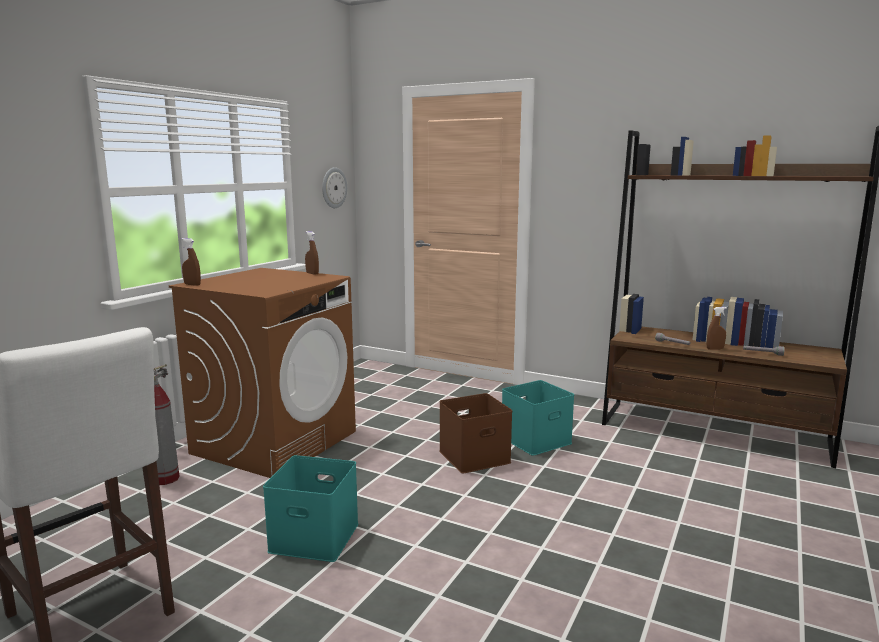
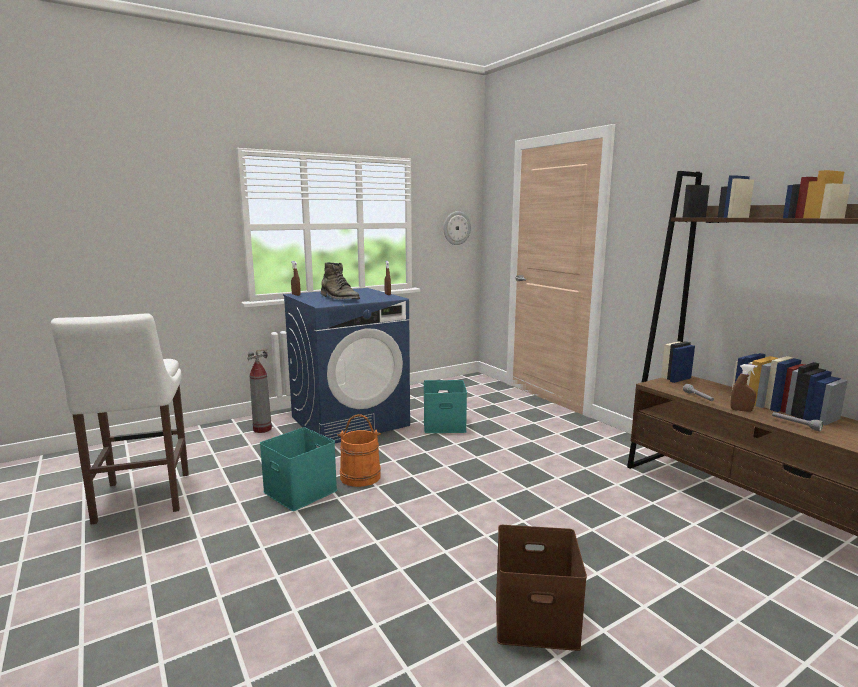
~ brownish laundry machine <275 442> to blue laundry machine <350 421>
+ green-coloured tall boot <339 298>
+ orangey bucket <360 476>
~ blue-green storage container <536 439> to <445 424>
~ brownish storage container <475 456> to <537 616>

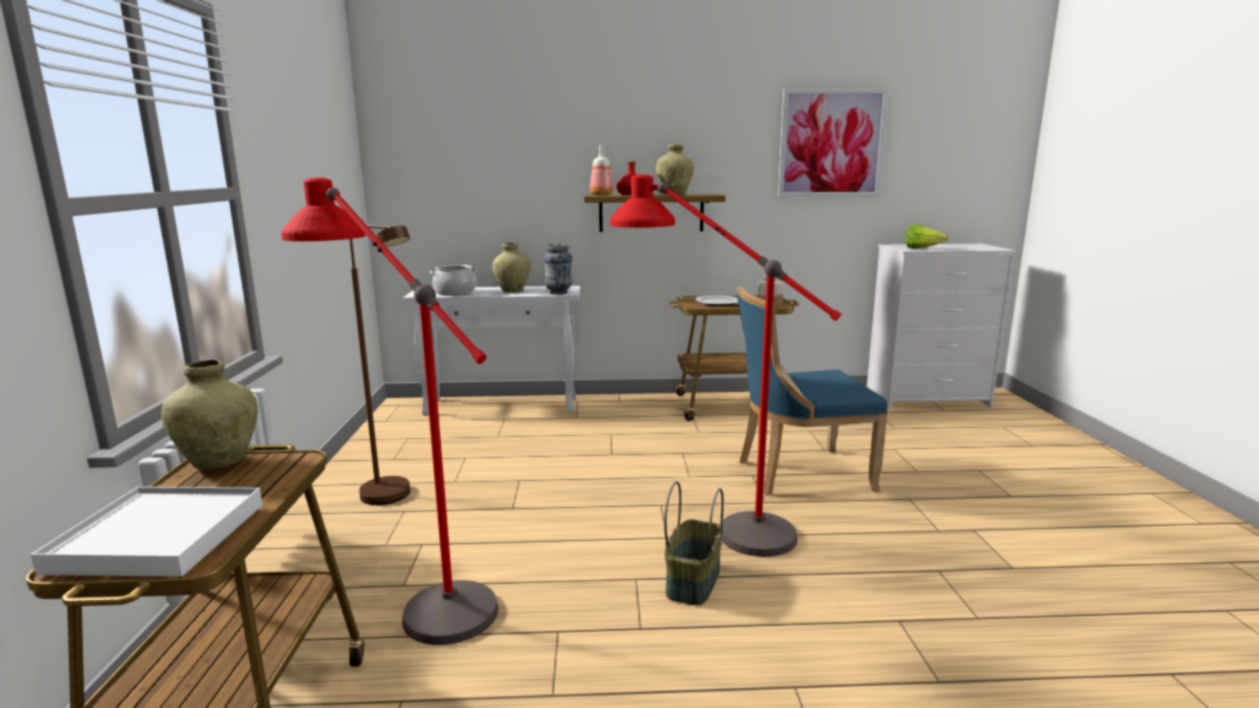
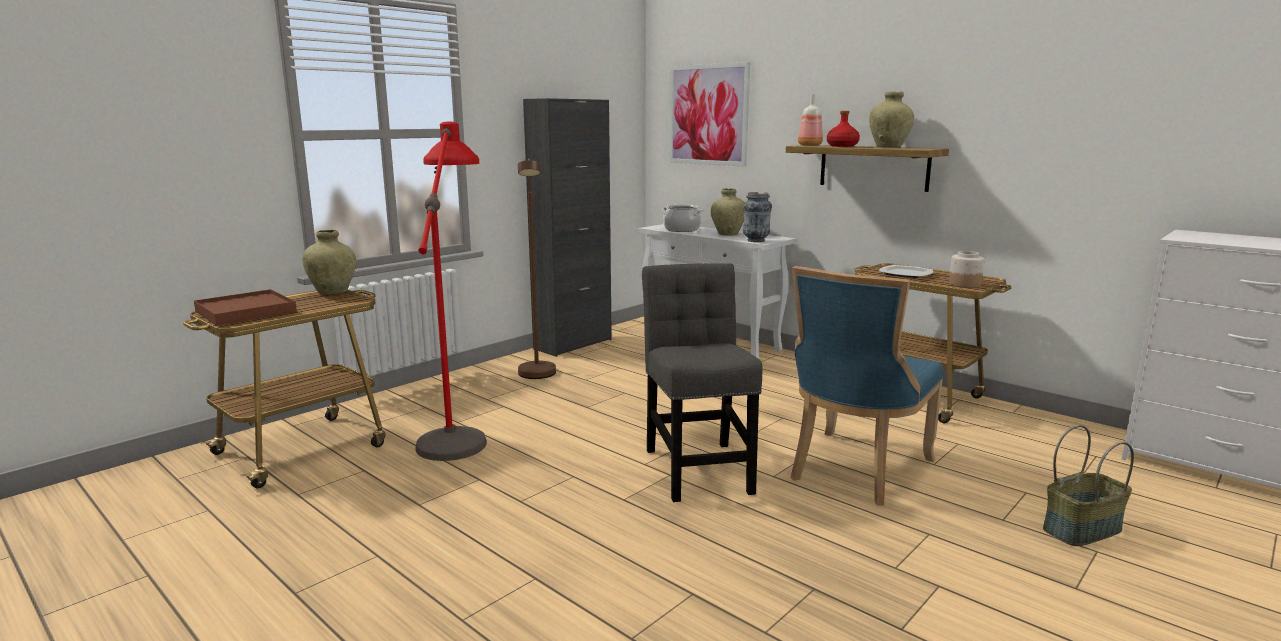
~ whitish serving tray <158 537> to brownish serving tray <245 312>
+ black cupboard <573 344>
~ red-coloured standard lamp <708 520> to greyish plain chair <697 467>
~ wall art <831 143> to <708 115>
~ blue plain chair <798 474> = <855 470> 90 degrees counterclockwise
~ storage basket <692 581> to <1081 529>
- lettuce <921 249>

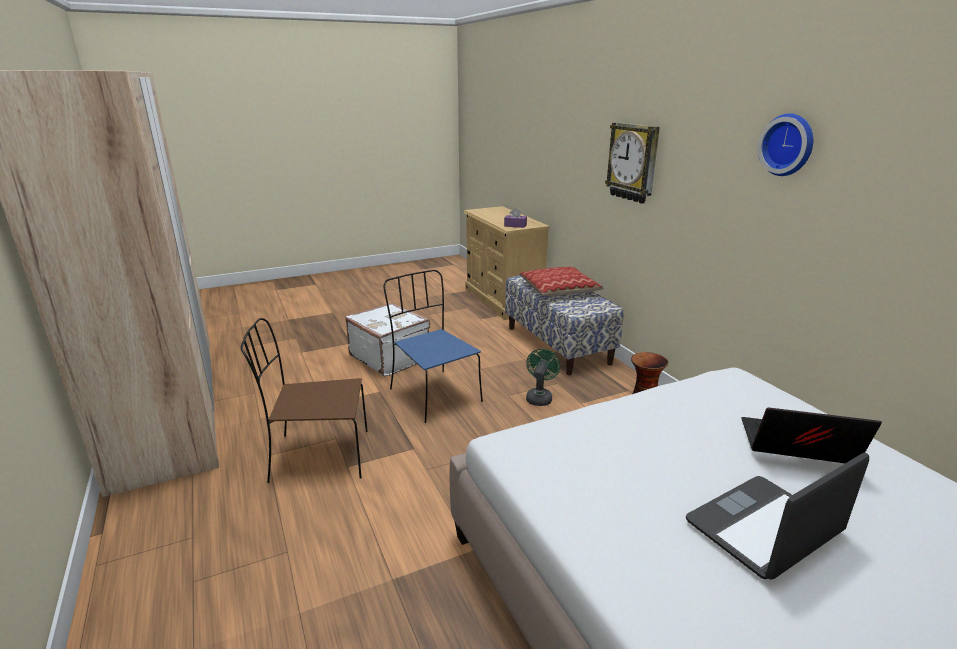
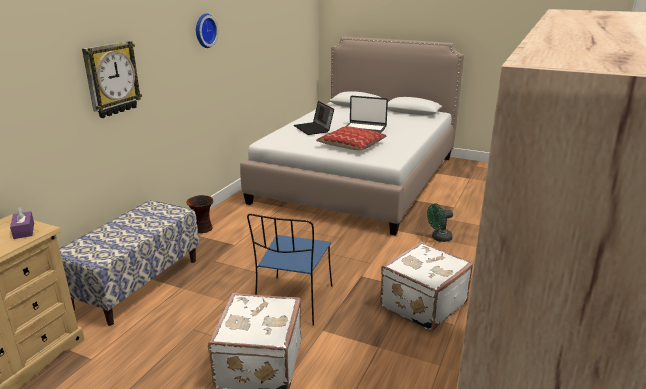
~ throw pillow <559 290> to <351 145>
~ brownish plain chair <317 456> to whitish travel case <422 304>
~ green-coloured cooling fan <539 397> to <439 238>

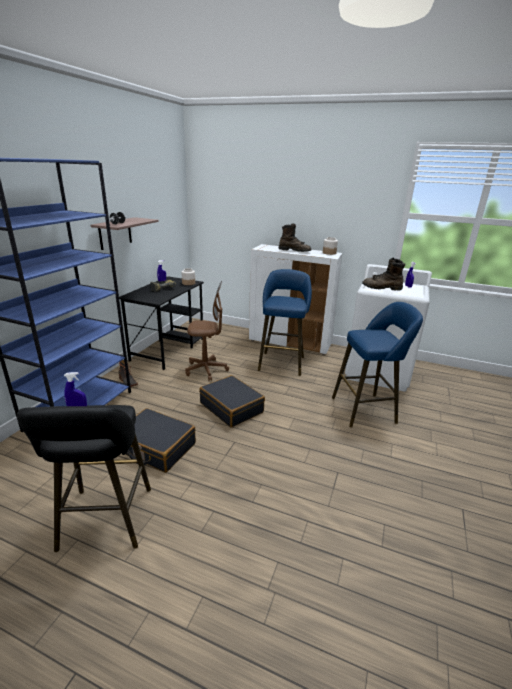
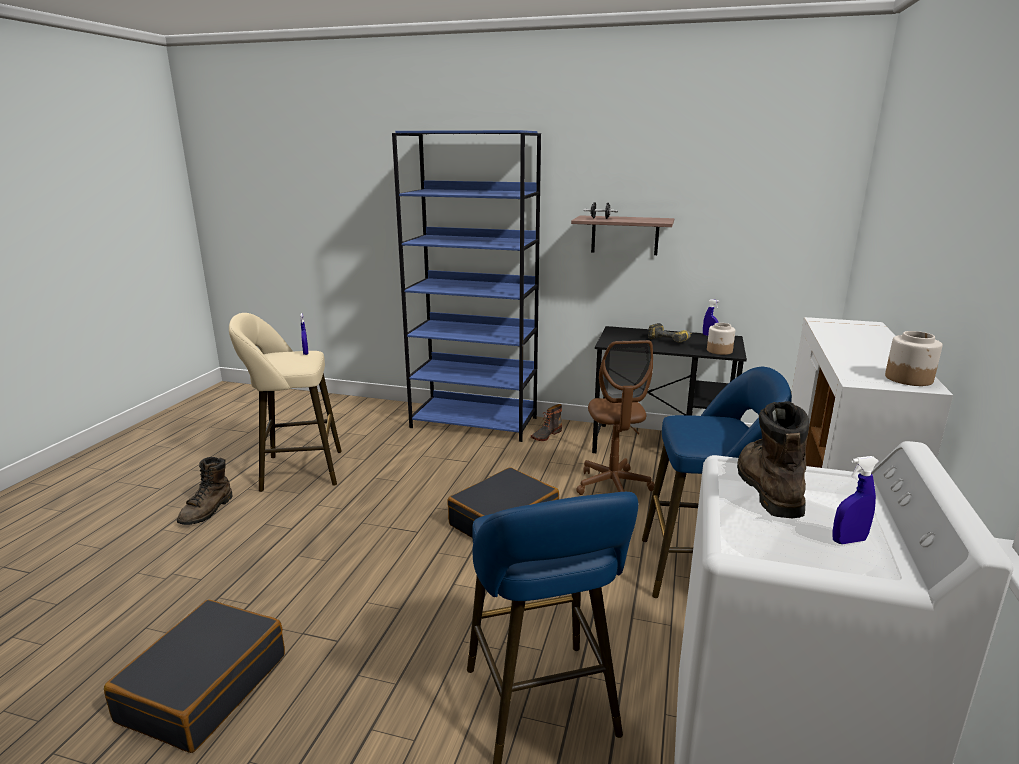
~ black travel case <156 447> to <204 687>
~ brownish tall boot <294 251> to <207 511>
~ black stool <105 522> to sand-coloured stool <296 471>

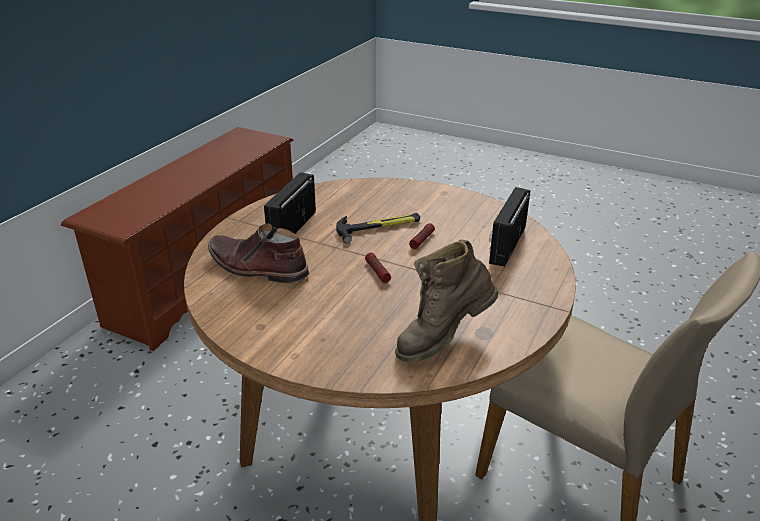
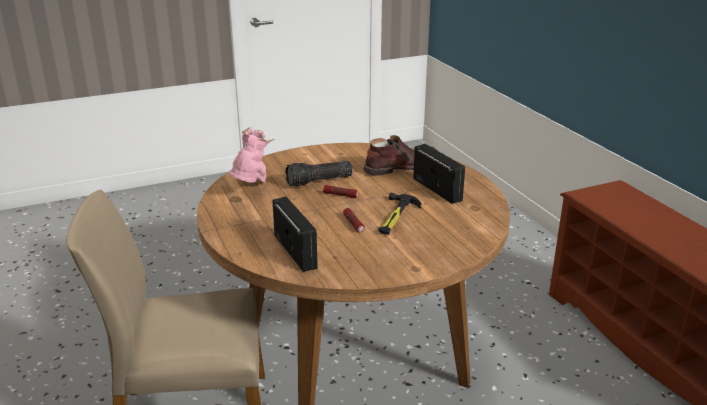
~ brownish tall boot <442 339> to pink-coloured tall boot <251 187>
+ torch <319 181>

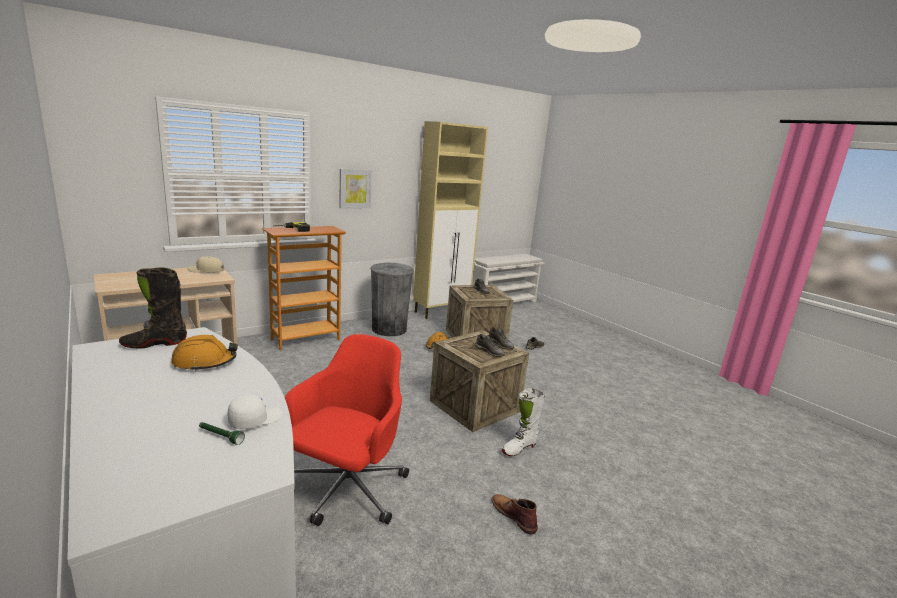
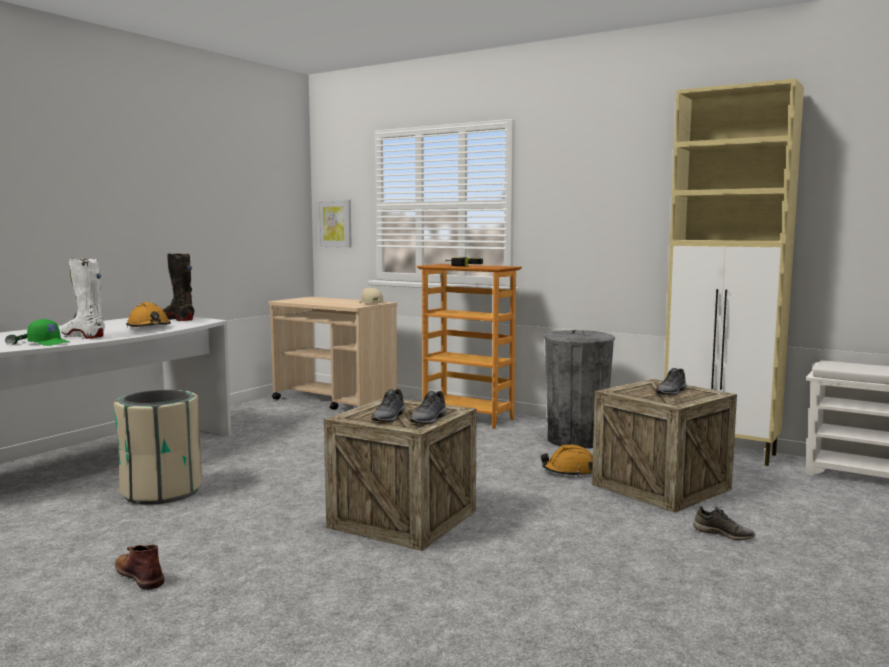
~ whitish baseball cap <255 419> to green-coloured baseball cap <49 343>
~ whitish tall boot <519 448> to <83 336>
~ red-coloured computer chair <346 490> to sand-coloured trash can <162 492>
~ brownish tall boot <513 515> = <139 575> 75 degrees counterclockwise
~ wall art <355 188> to <335 223>

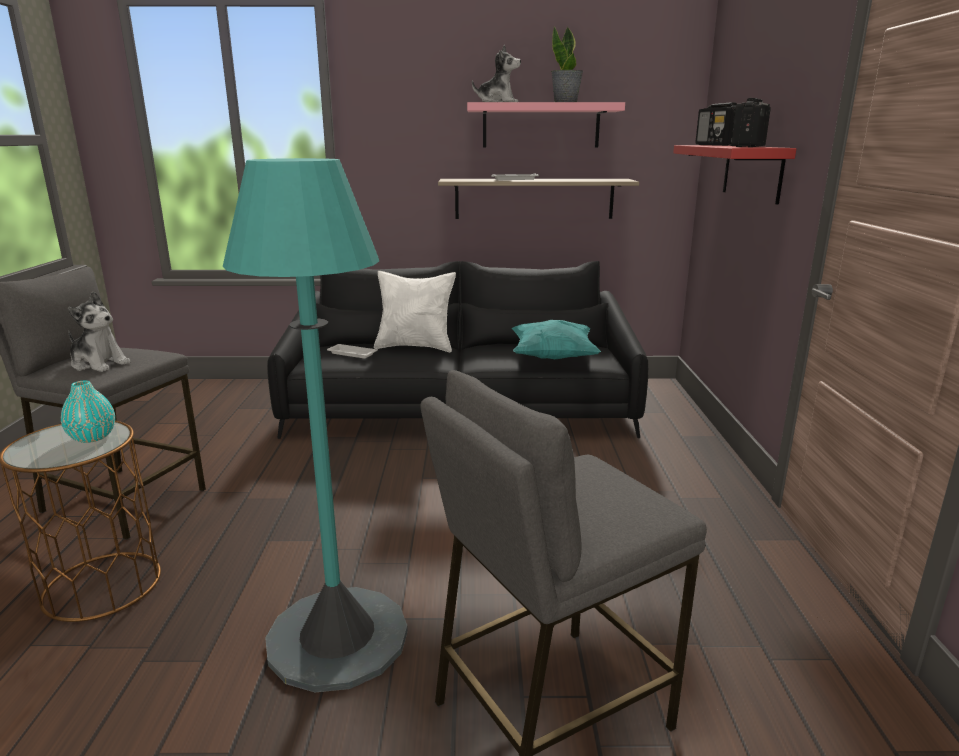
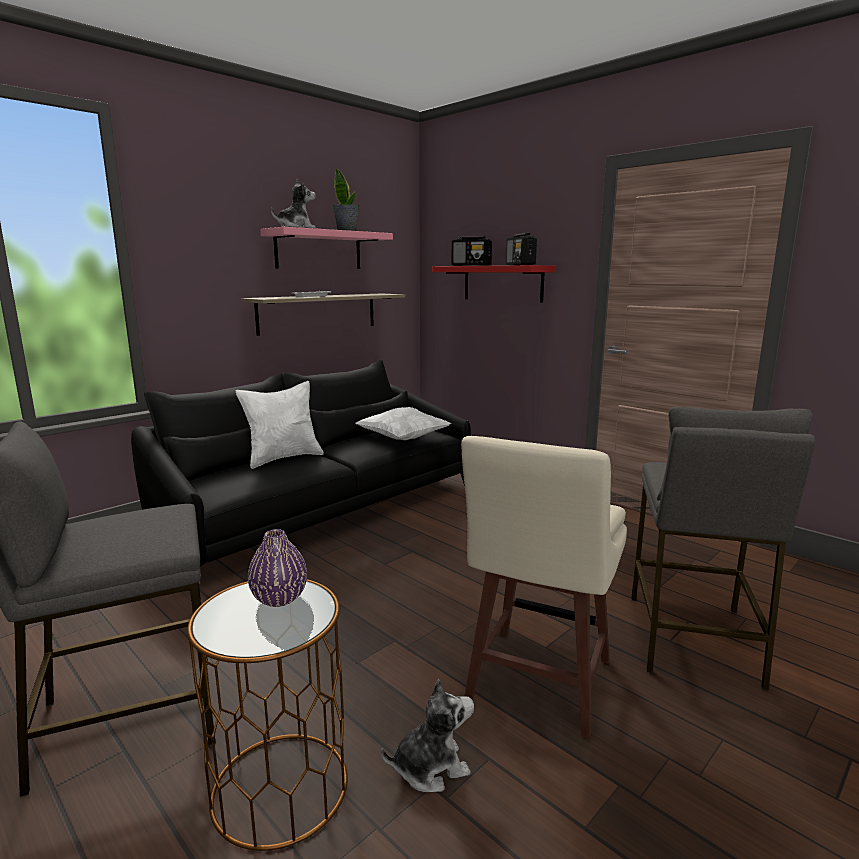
~ blue-green decorative vase <92 437> to purplish decorative vase <279 598>
~ blue-green throw pillow <553 357> to whitish throw pillow <403 439>
~ cuddly toy <99 364> to <430 767>
~ blue-green standard lamp <337 637> to sand-coloured stool <537 681>
- whitish serving tray <351 354>

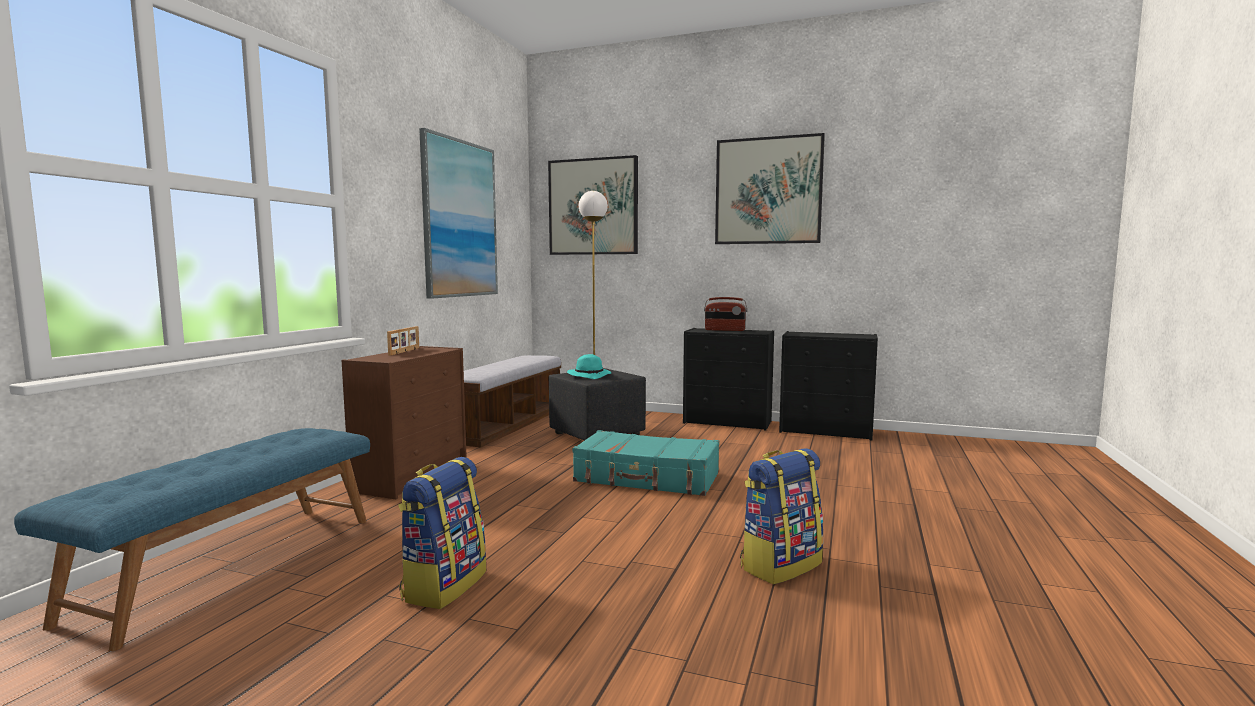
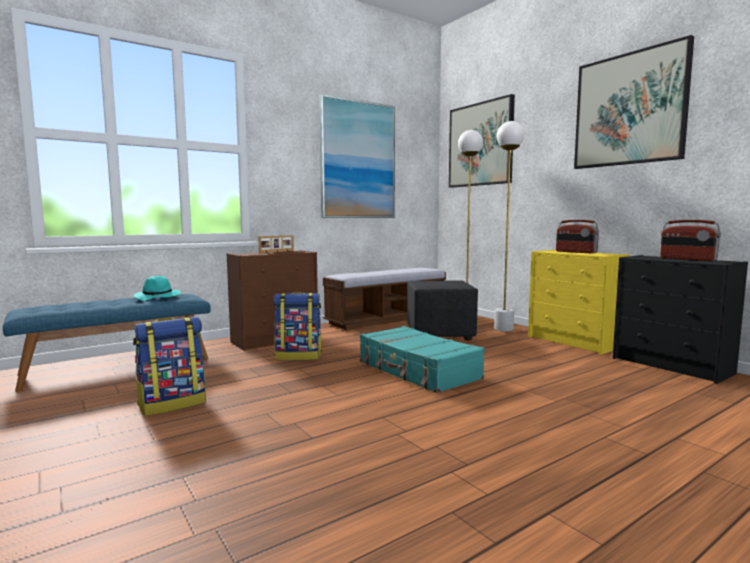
~ blue-green clothing hat <590 375> to <158 297>
~ knapsack <780 565> to <299 356>
+ whitish standard lamp <504 329>
~ black dresser <728 422> to yellowish dresser <574 342>
+ radio set <687 259>

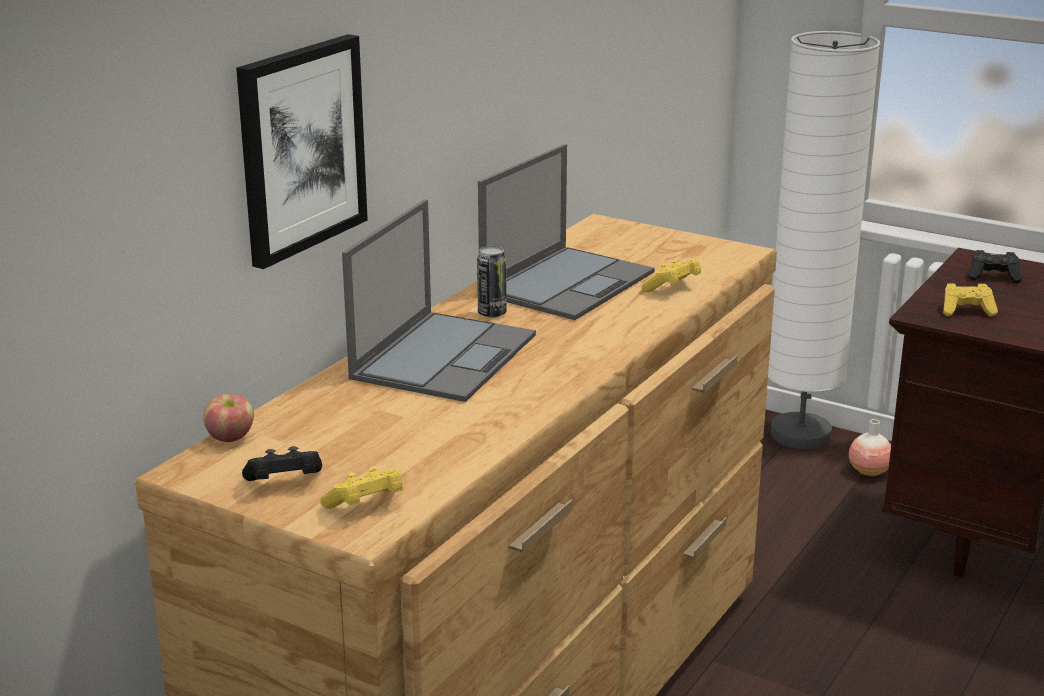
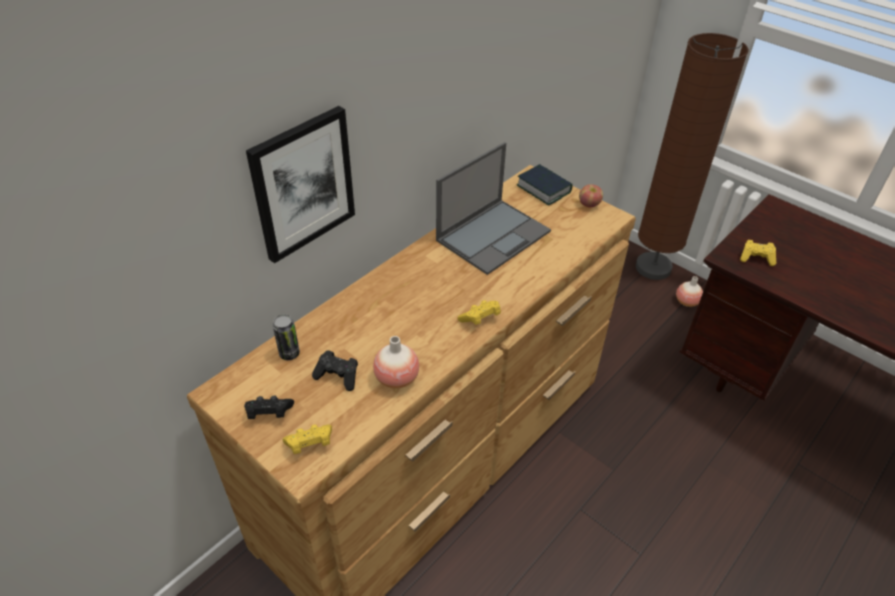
~ sealed can <492 313> to <289 353>
~ black joypad <993 277> to <338 376>
+ decorative vase <397 378>
~ yellowish joypad <672 288> to <480 319>
+ volume <543 189>
~ whole apple <231 438> to <589 204>
~ whitish standard lamp <800 435> to brownish standard lamp <653 268>
- laptop <445 355>

